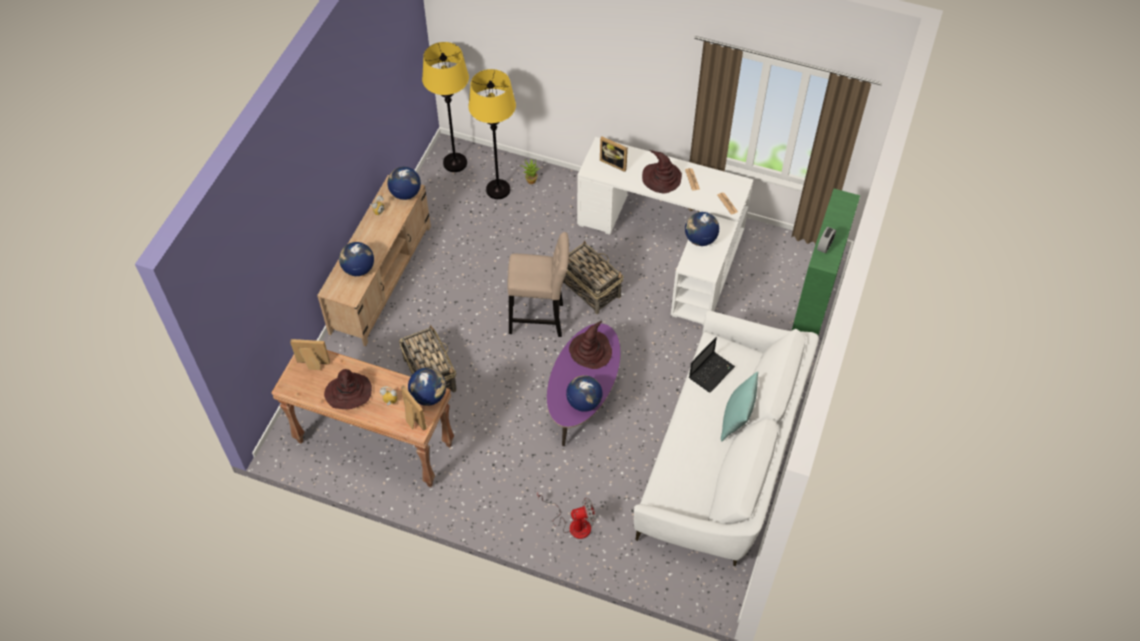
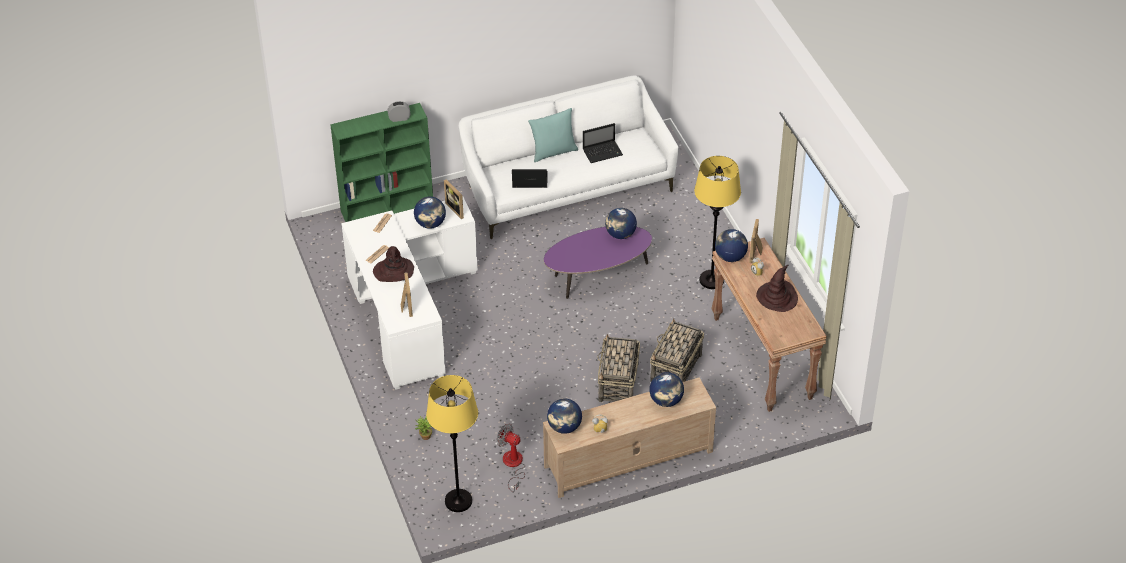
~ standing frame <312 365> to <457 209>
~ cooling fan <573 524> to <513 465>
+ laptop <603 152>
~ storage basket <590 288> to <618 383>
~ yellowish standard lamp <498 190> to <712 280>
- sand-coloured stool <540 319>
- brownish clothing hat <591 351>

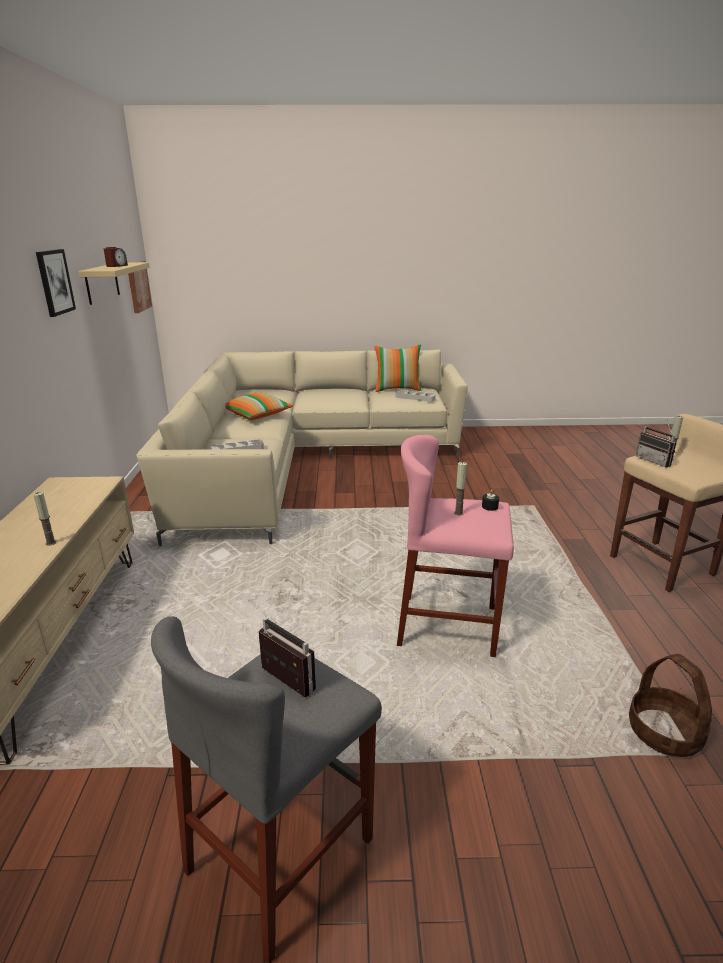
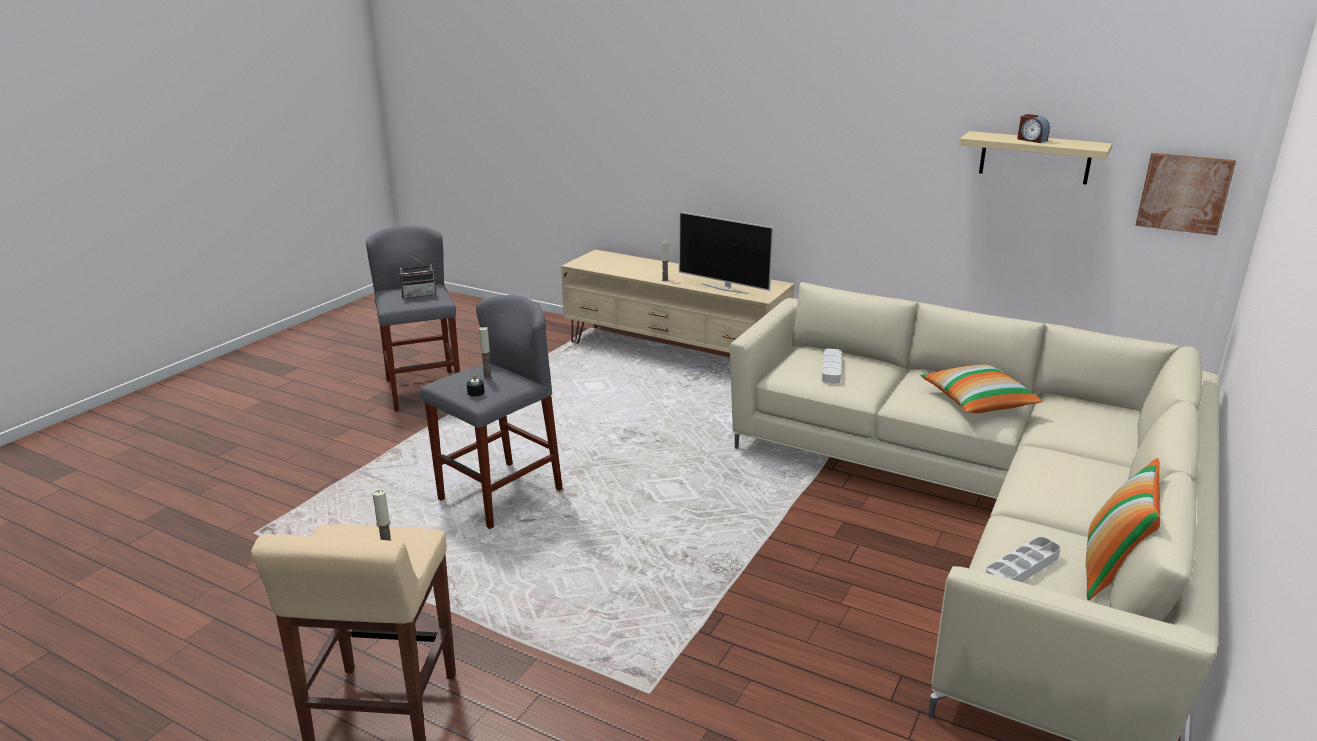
~ pink-coloured stool <448 626> to greyish stool <500 495>
+ television <725 288>
- wall art <54 282>
- storage basket <665 733>
- radio set <656 461>

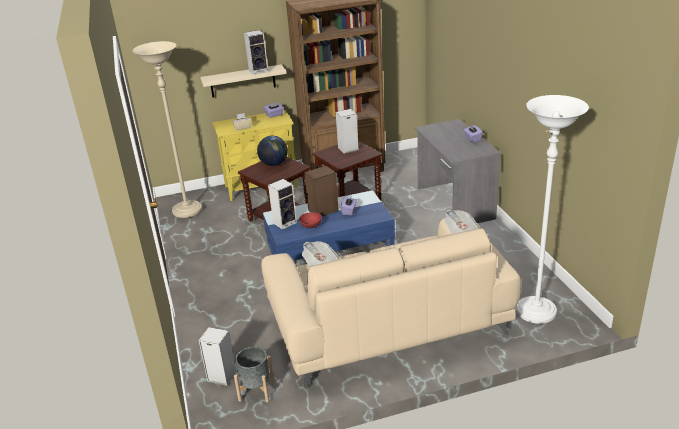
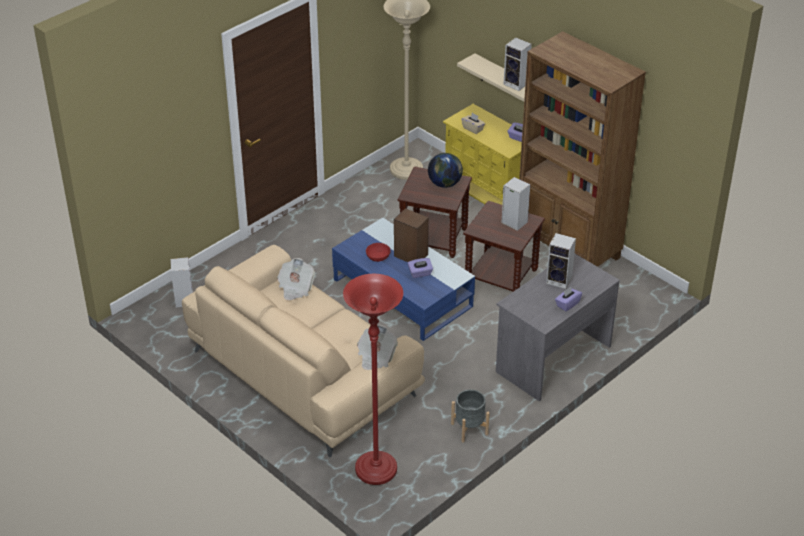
~ whitish standard lamp <536 312> to red-coloured standard lamp <376 470>
~ greyish plant pot <256 390> to <469 429>
~ audio speaker <285 222> to <560 280>

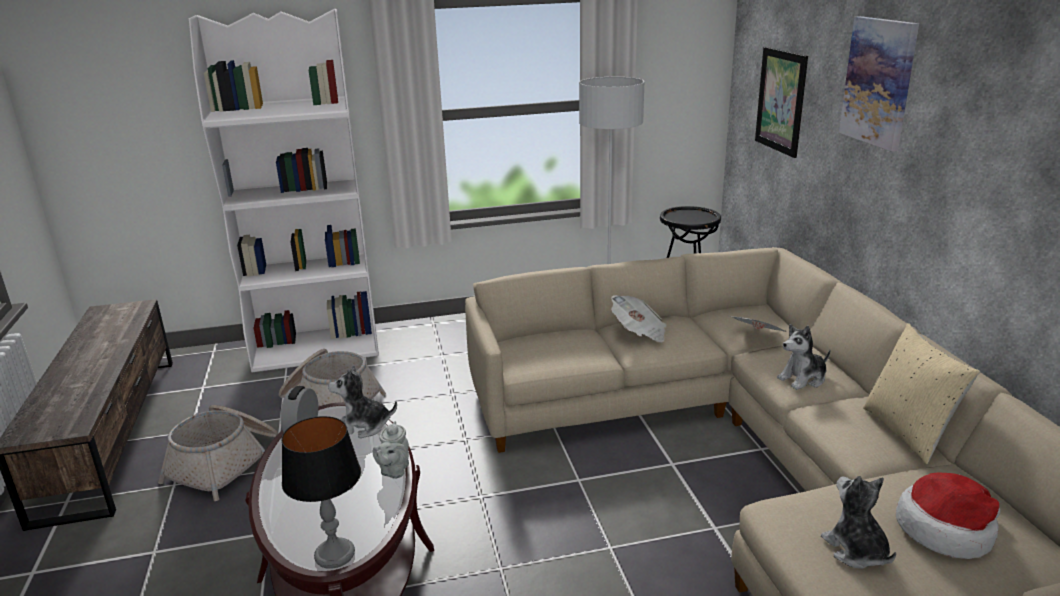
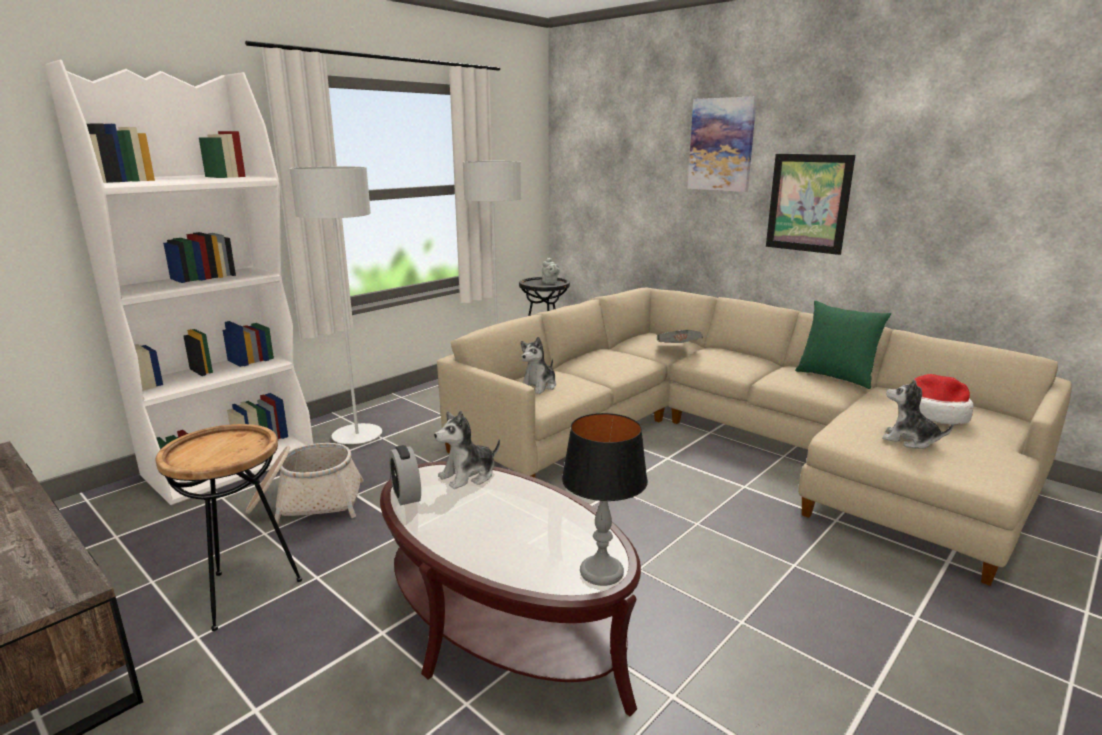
~ storage basket <226 463> to brownish side table <245 593>
+ greyish standard lamp <357 436>
~ cuddly toy <803 379> to <539 386>
~ greyish tea pot <394 470> to <550 282>
~ wall art <781 101> to <808 203>
~ sand-coloured throw pillow <908 432> to green-coloured throw pillow <836 377>
- daily paper <639 332>

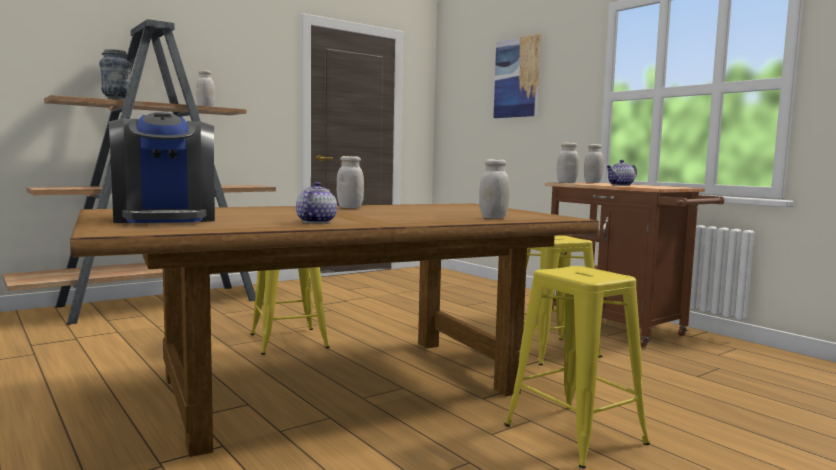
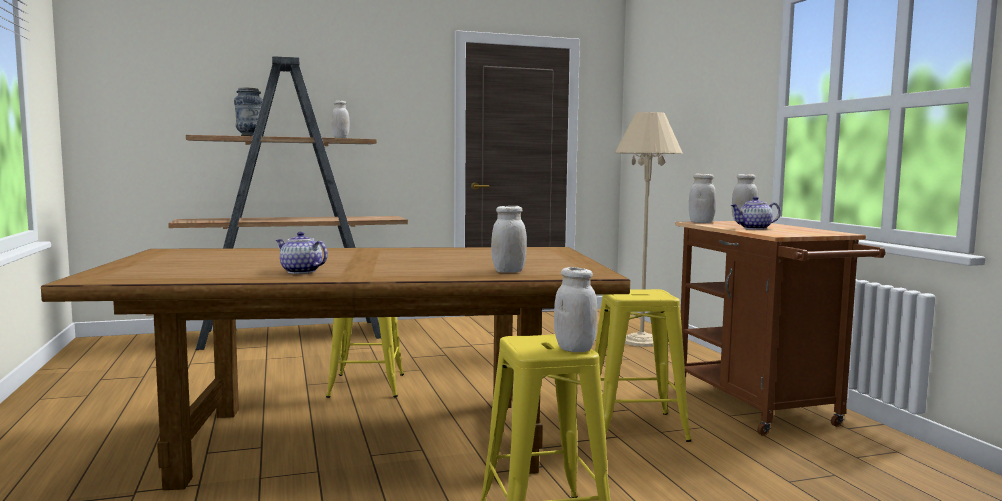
~ tea pot <315 222> = <300 272> 90 degrees counterclockwise
~ whitish preserve jar <350 207> to <574 349>
+ sand-coloured standard lamp <641 341>
- coffee brewer <166 219>
- wall art <517 78>

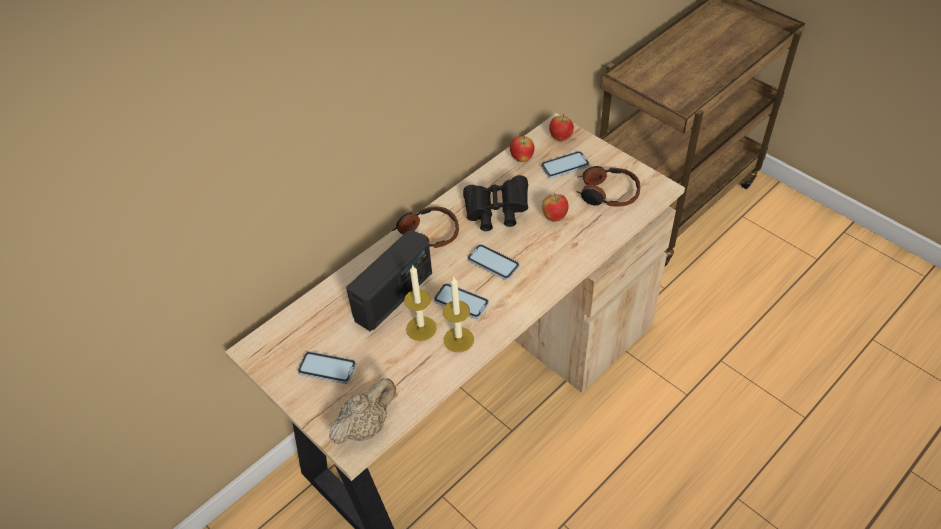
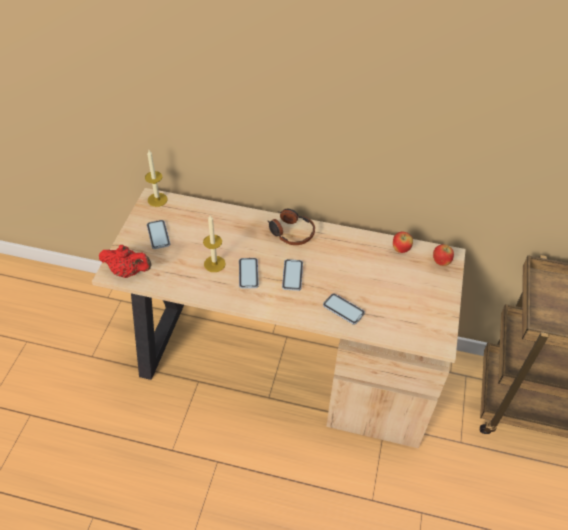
~ sand-coloured tea pot <366 426> to red-coloured tea pot <128 272>
~ candle <458 339> to <157 199>
~ phone <565 166> to <343 309>
- radio set <394 296>
- black binoculars <496 213>
- whole apple <554 217>
- headphones <607 193>

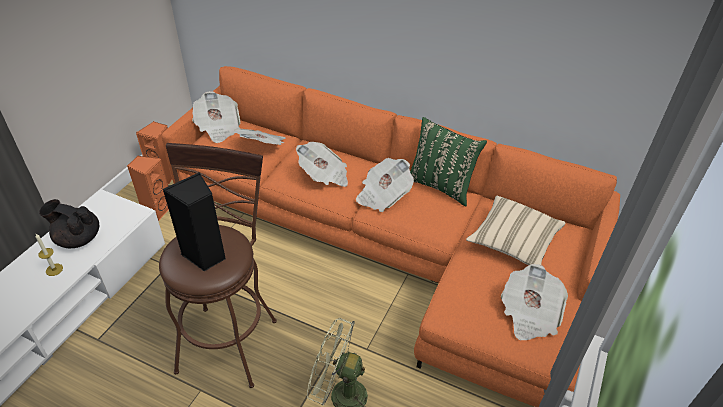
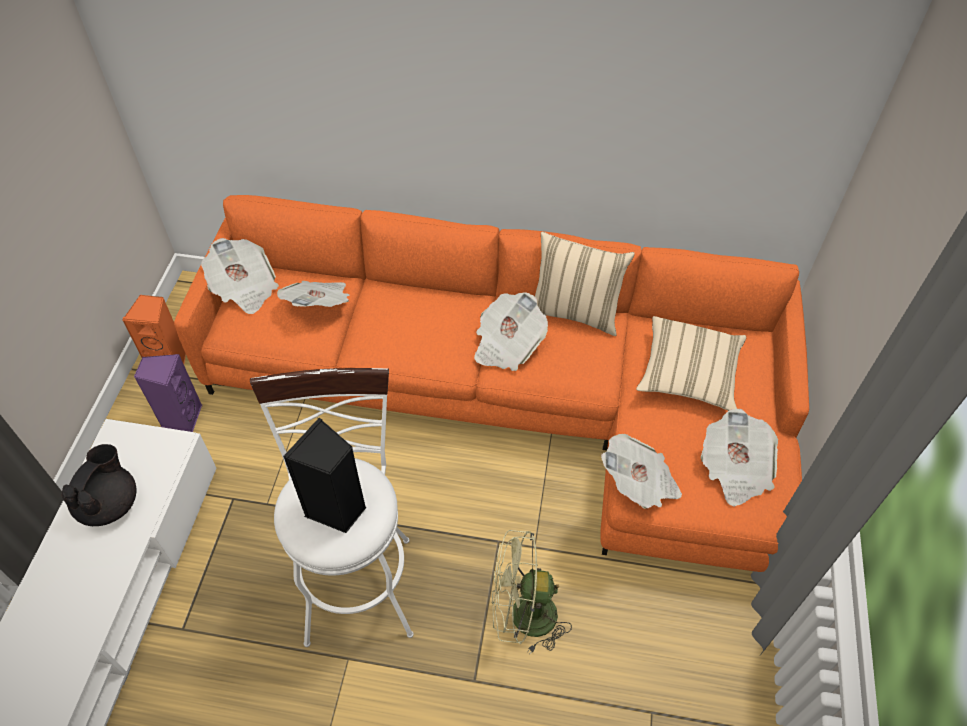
~ black tea pot <78 238> = <110 503> 105 degrees clockwise
~ orangey audio speaker <157 209> to purplish audio speaker <181 418>
~ brownish stool <230 337> to whitish stool <358 578>
~ green-coloured throw pillow <441 186> to sand-coloured throw pillow <575 312>
~ daily paper <324 176> to <639 483>
- candle <54 269>

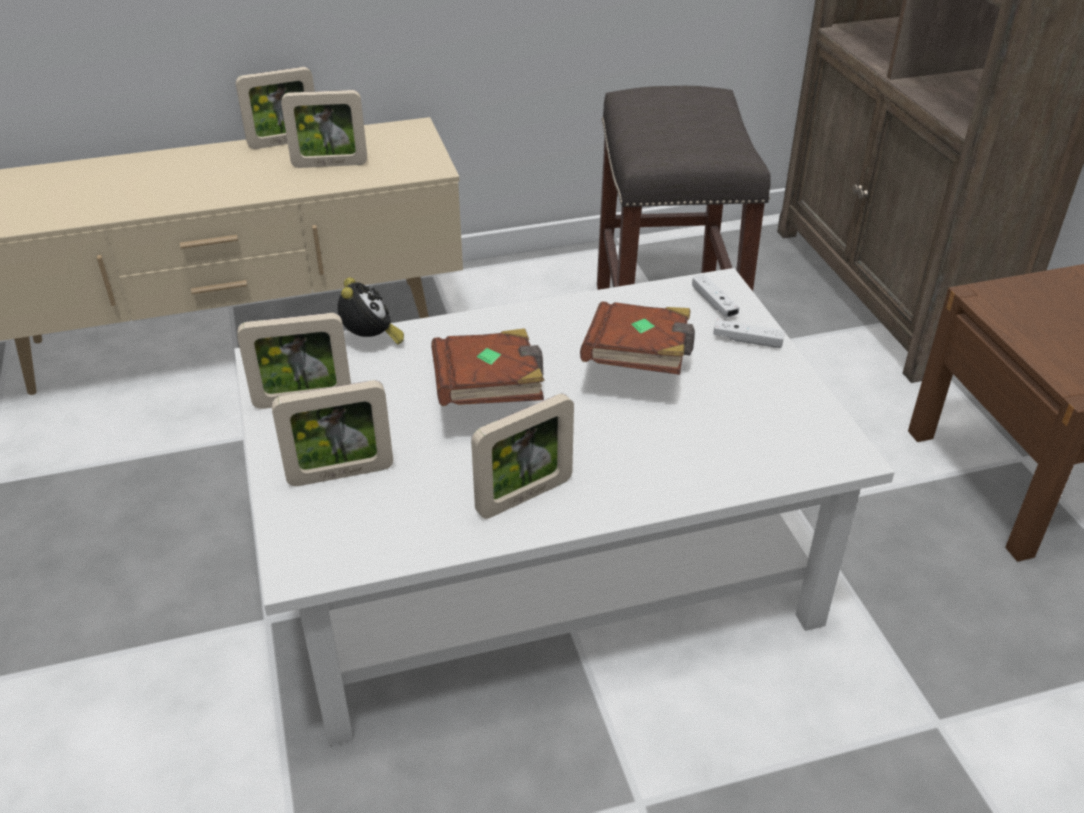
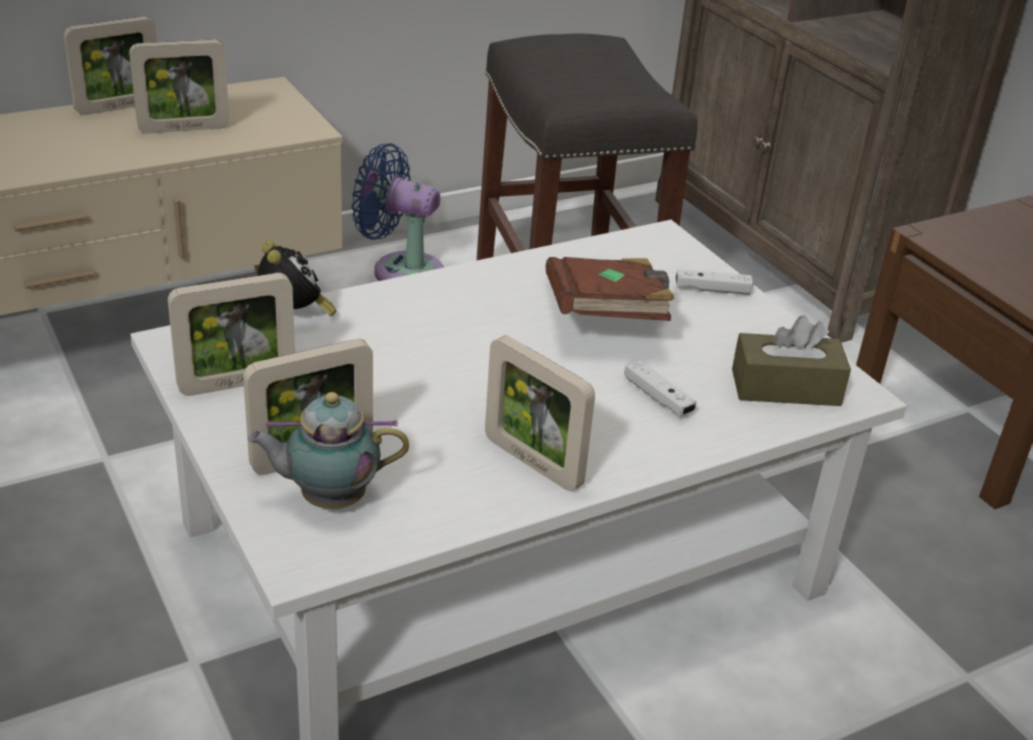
+ tea pot <328 499>
+ blue cooling fan <401 270>
~ standing frame <524 496> = <532 462> 90 degrees clockwise
~ whitish joypad <714 303> to <658 397>
+ brownish tissue holder <785 387>
- brownish volume <490 392>

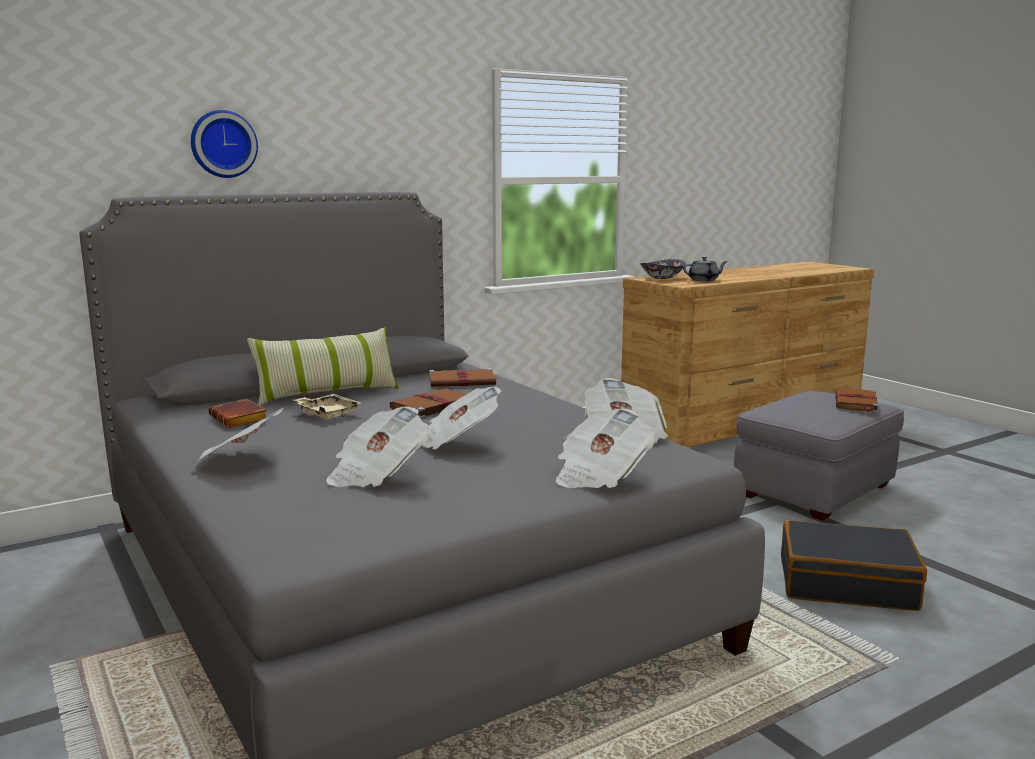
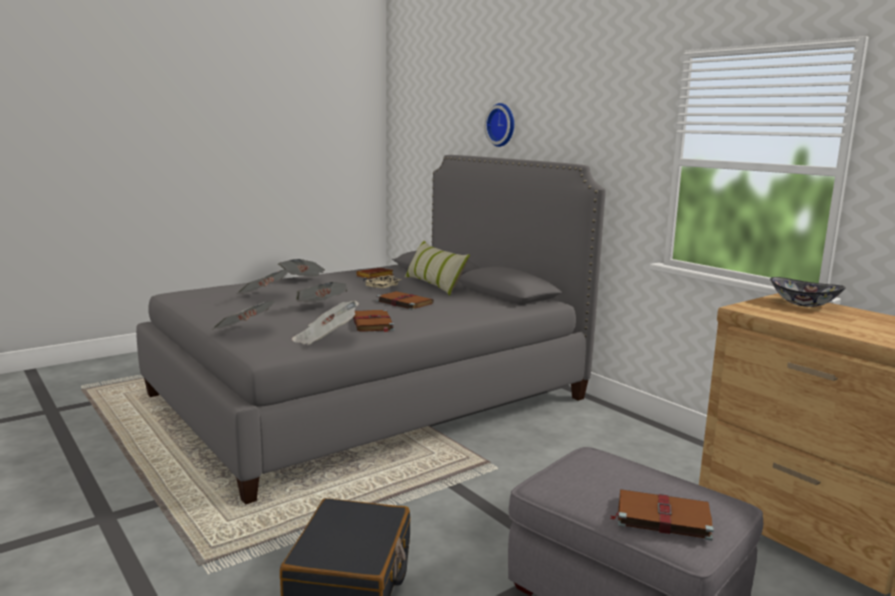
~ brownish volume <463 381> to <372 323>
- greyish tea pot <704 280>

